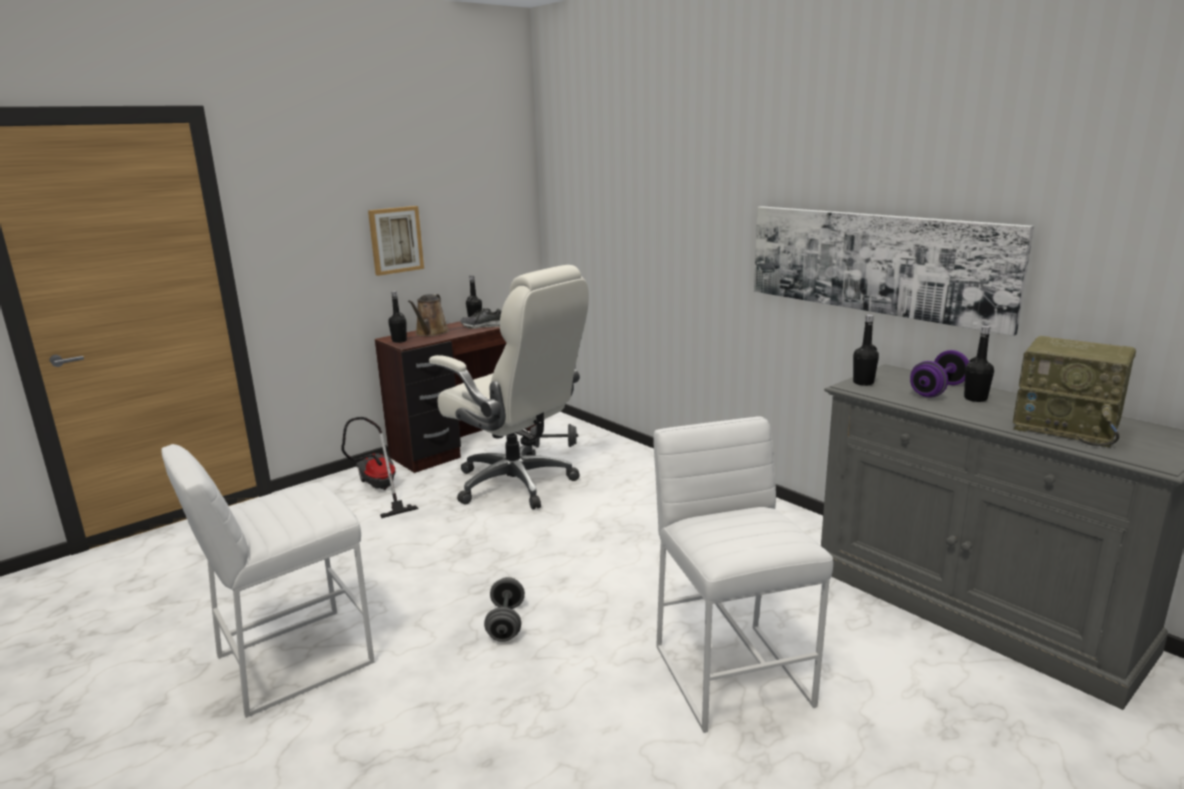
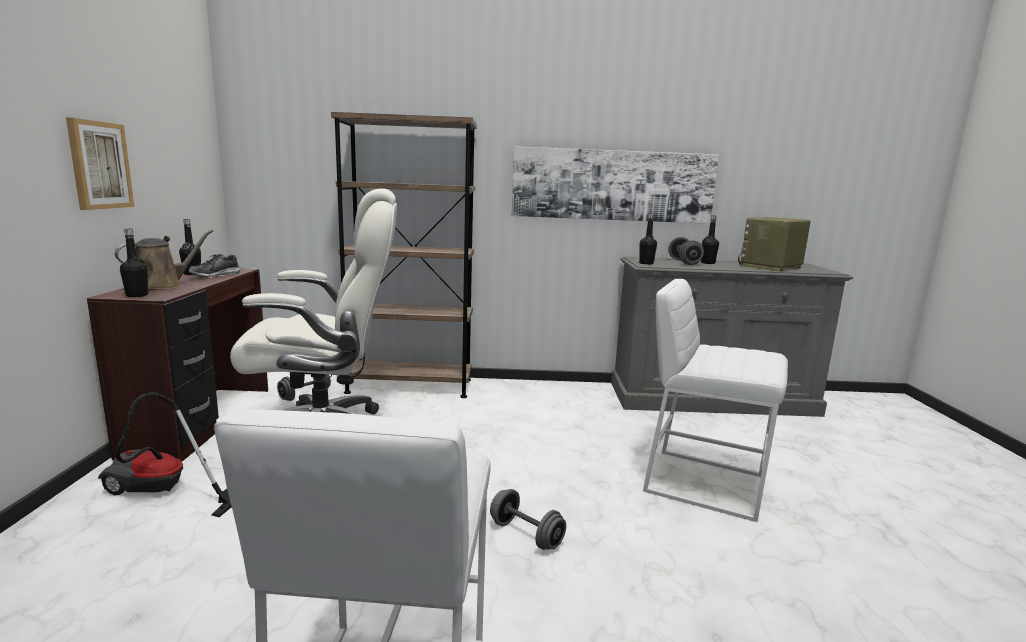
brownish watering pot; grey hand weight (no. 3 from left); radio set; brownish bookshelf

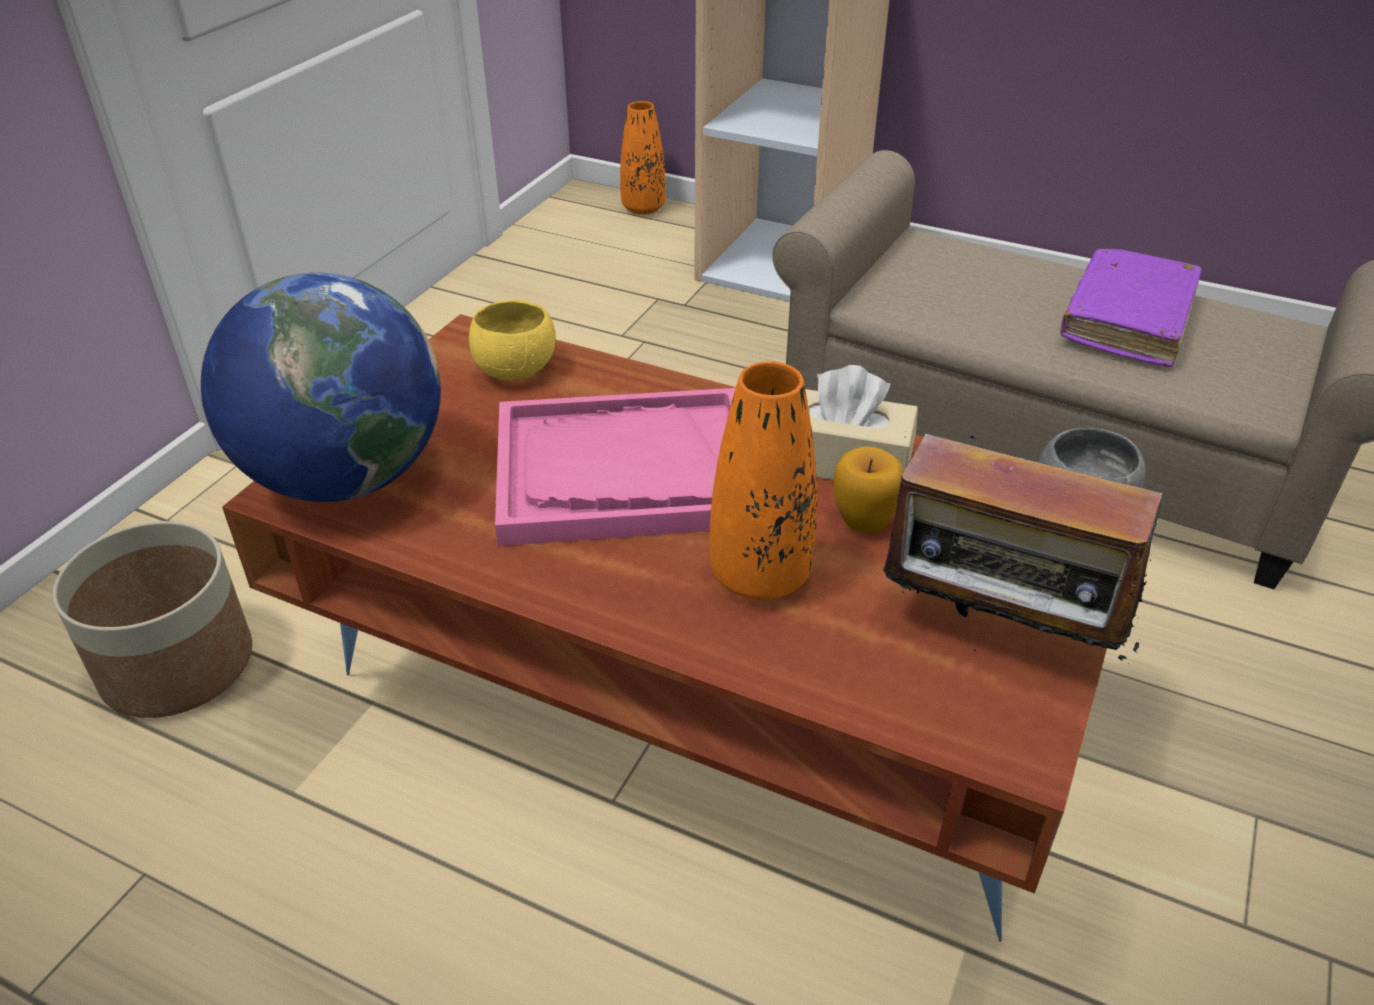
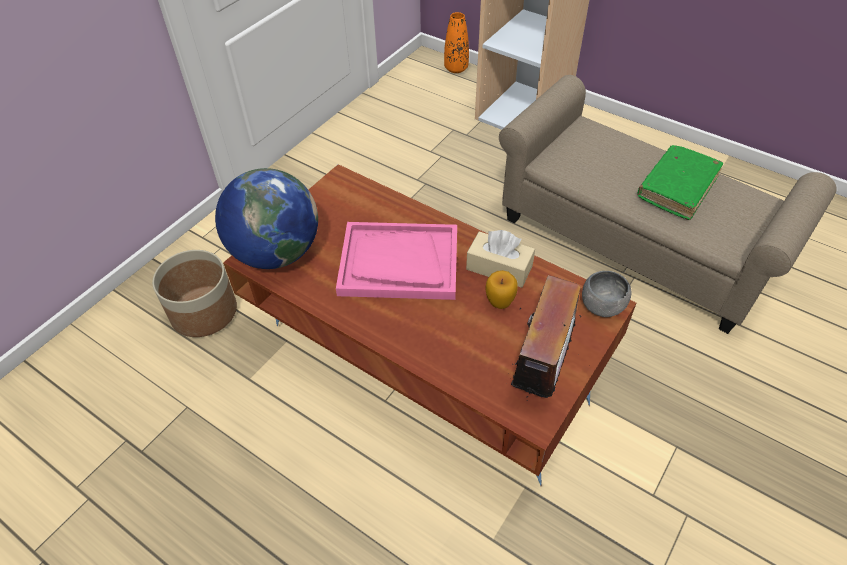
yellowish bowl; orange decorative vase (no. 2 from left in the first image); radio set; greenish bound book

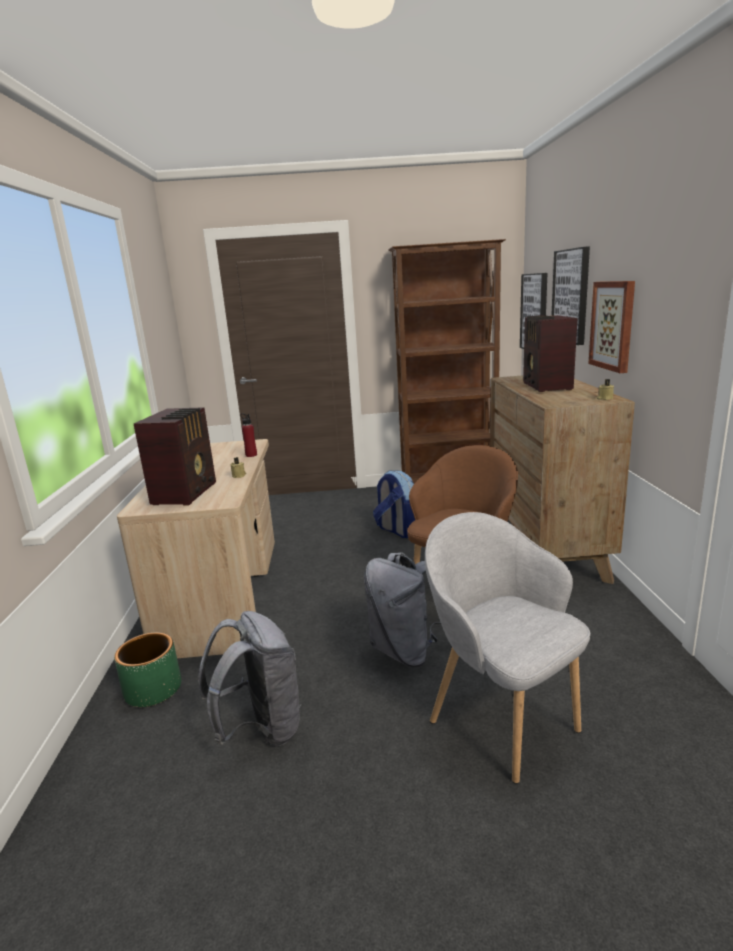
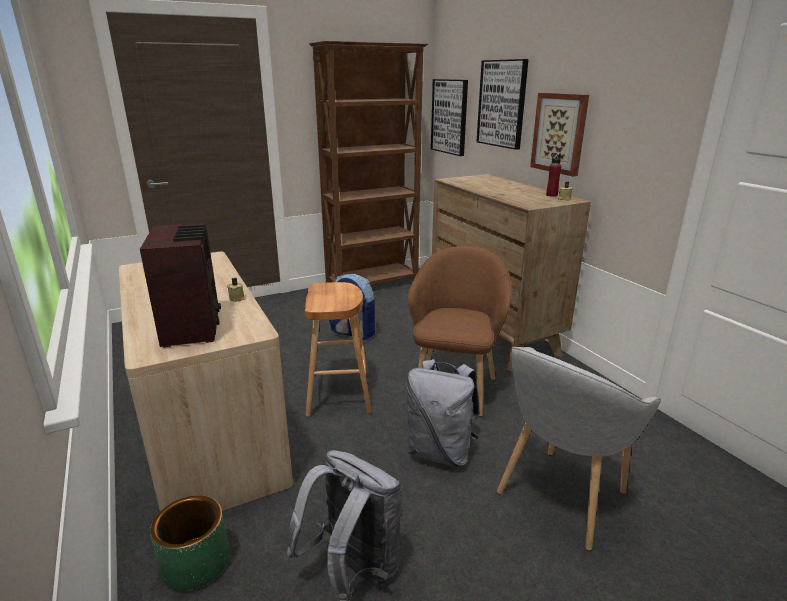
reddish drink bottle; grey easy chair; radio set (no. 2 from left in the first image); brownish sitting stool

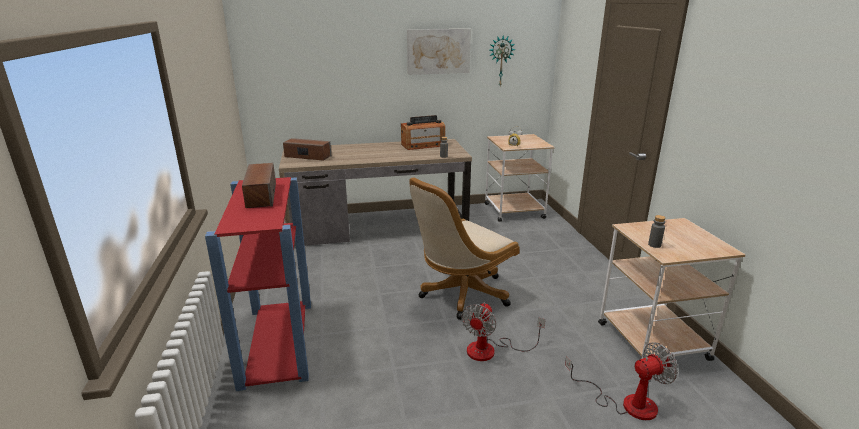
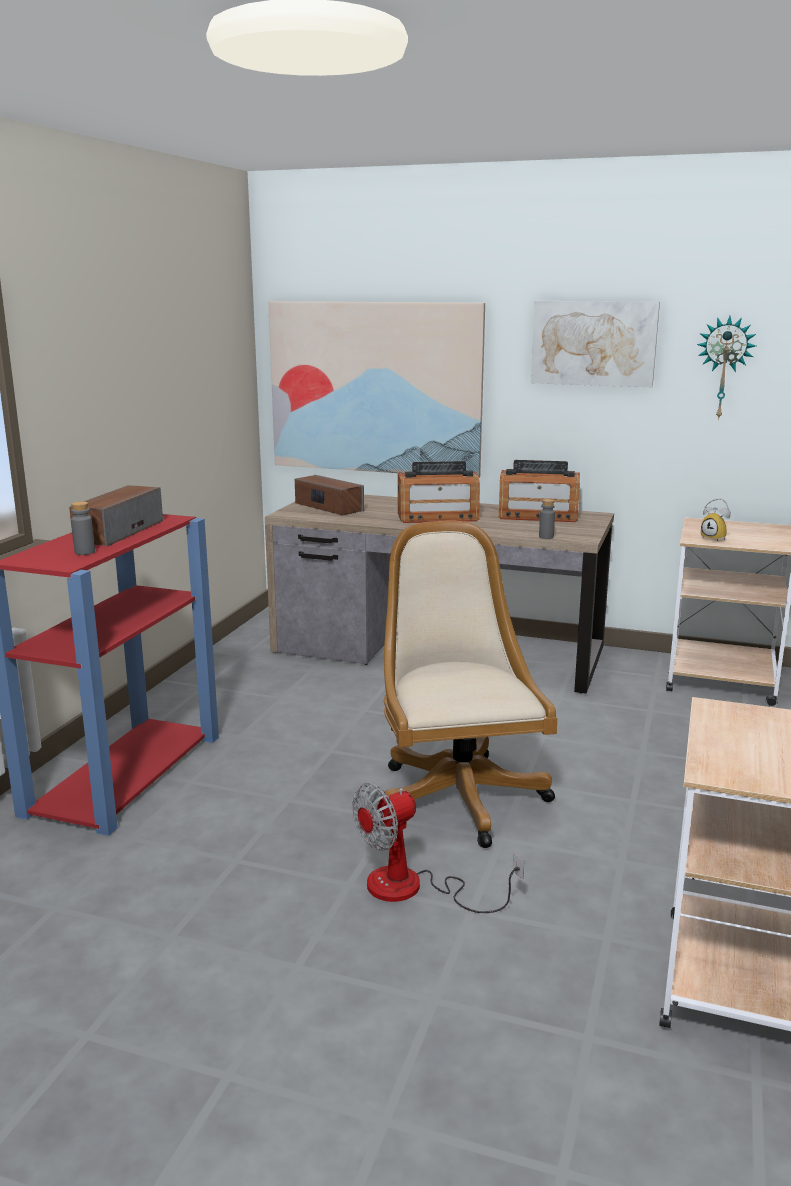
office chair; electric fan (no. 2 from left in the first image); grey drink bottle (no. 1 from left); wall picture (no. 1 from left); radio set (no. 1 from left)

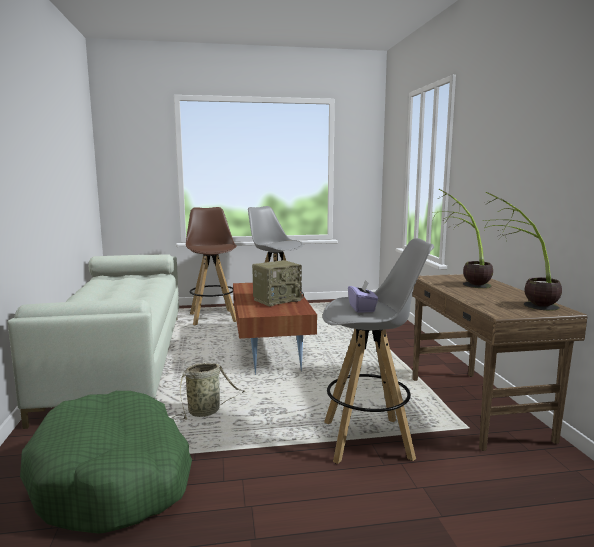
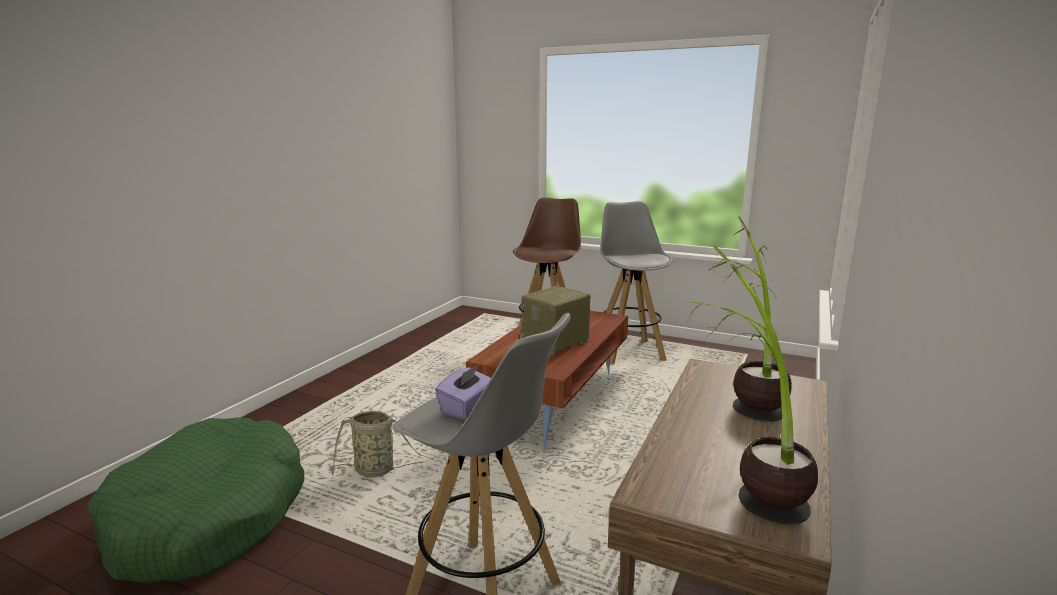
white-coloured sofa; radio set

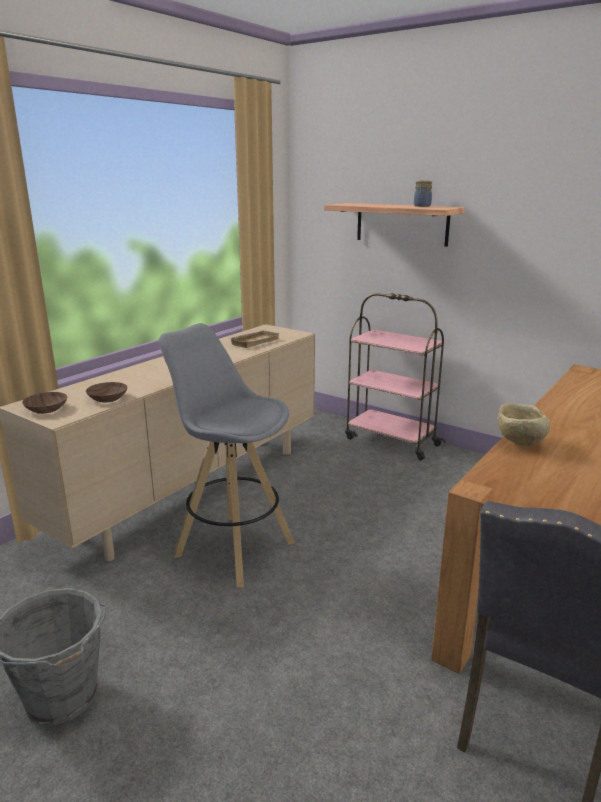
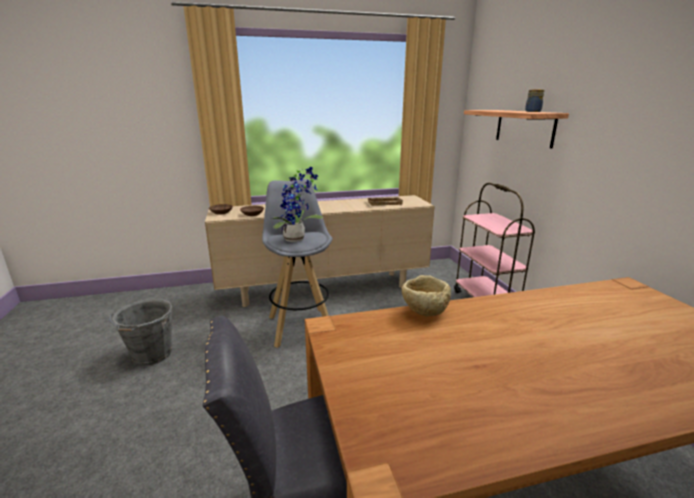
houseplant

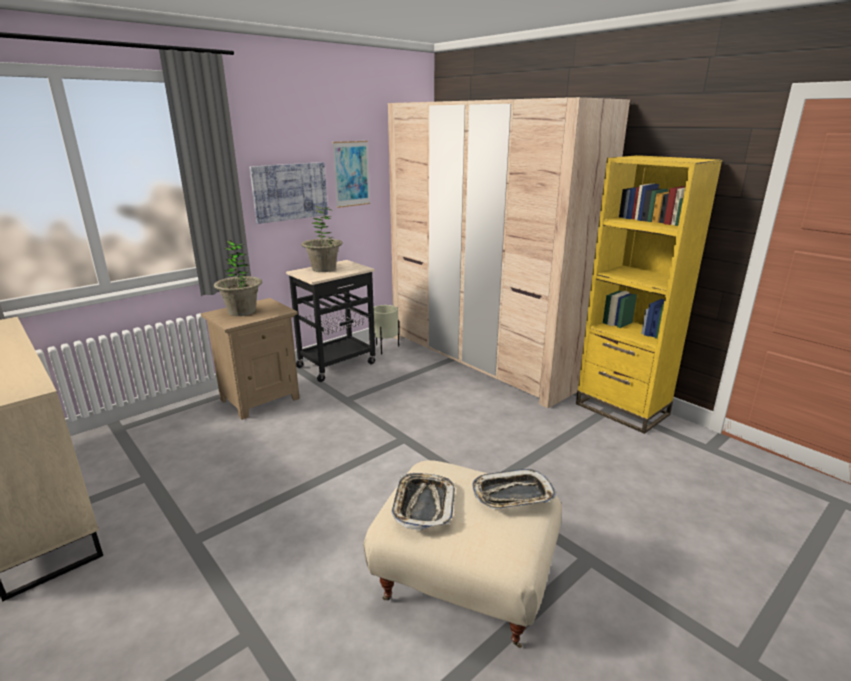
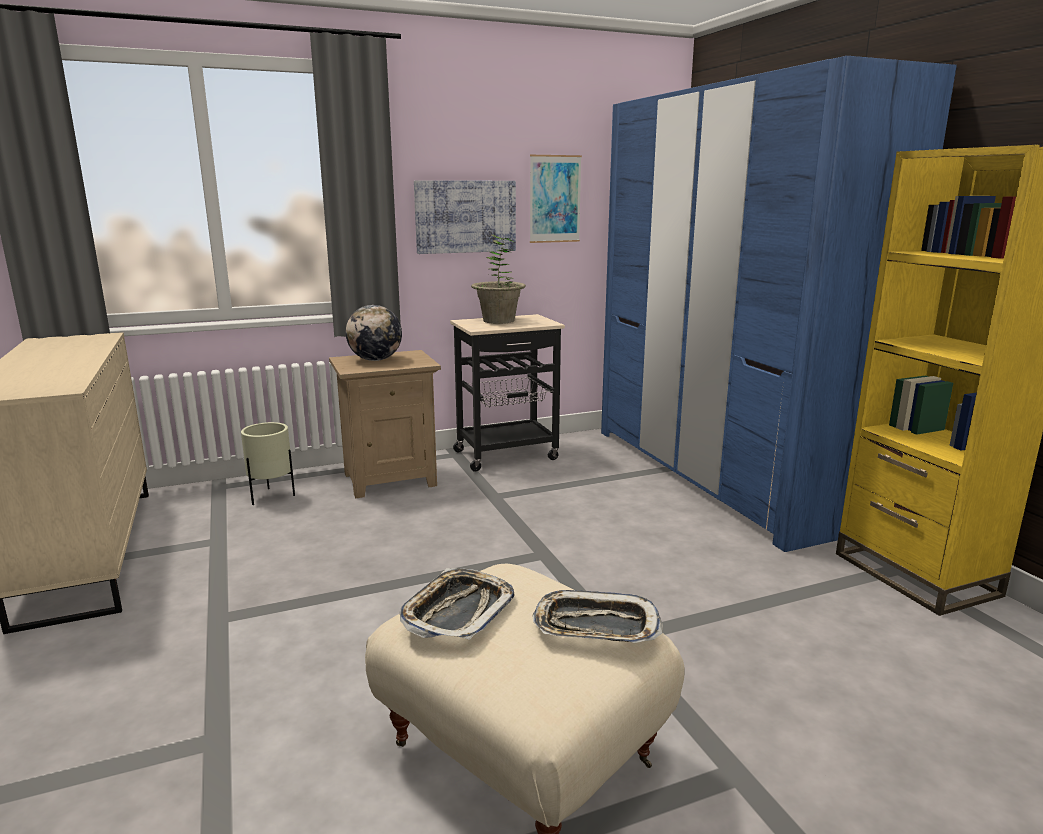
world globe; beige plant pot; blue-coloured clothes cupboard

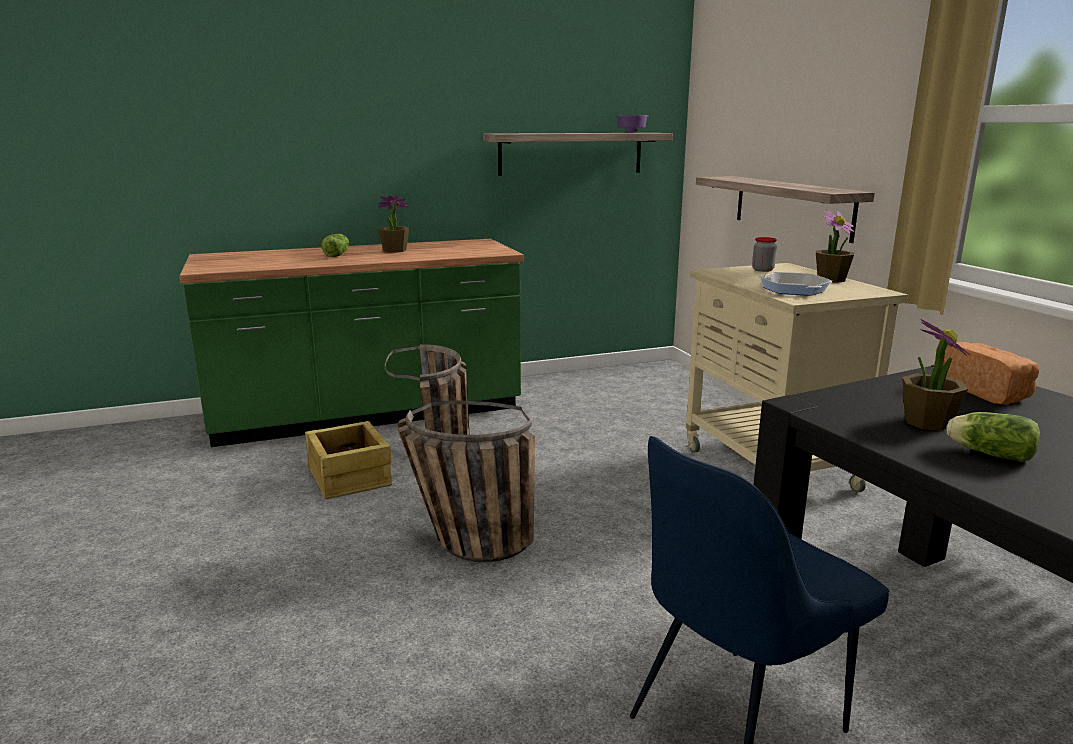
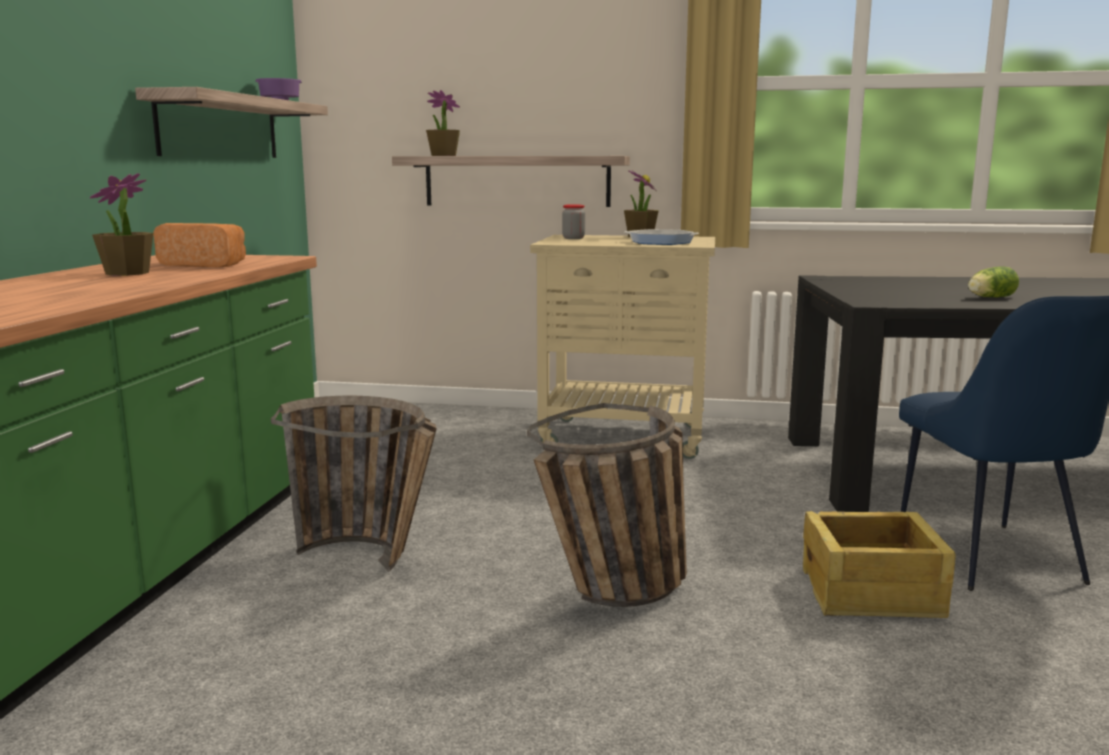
crate; head of lettuce (no. 1 from left in the first image); houseplant (no. 2 from left); bakery bread

